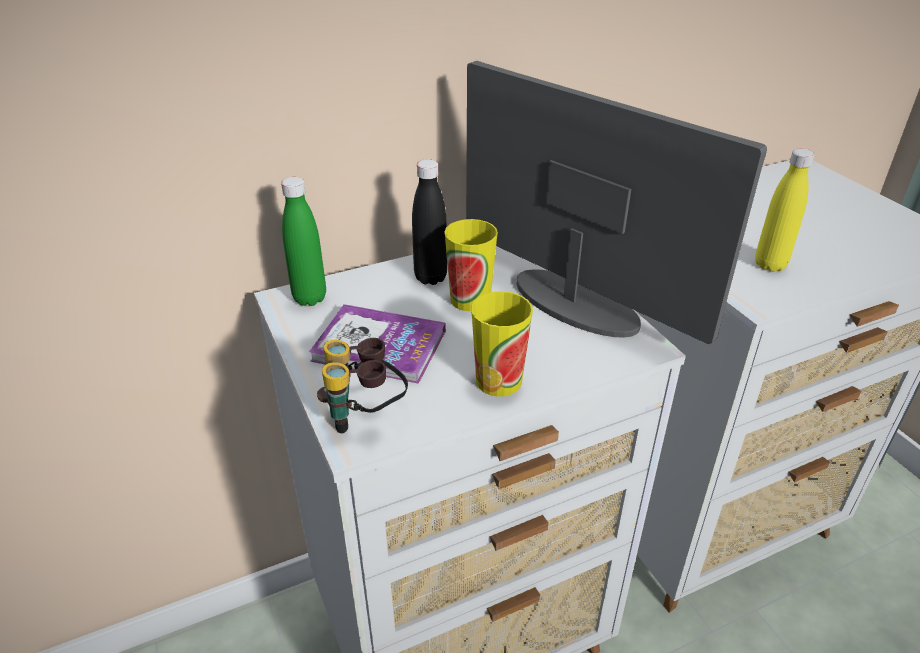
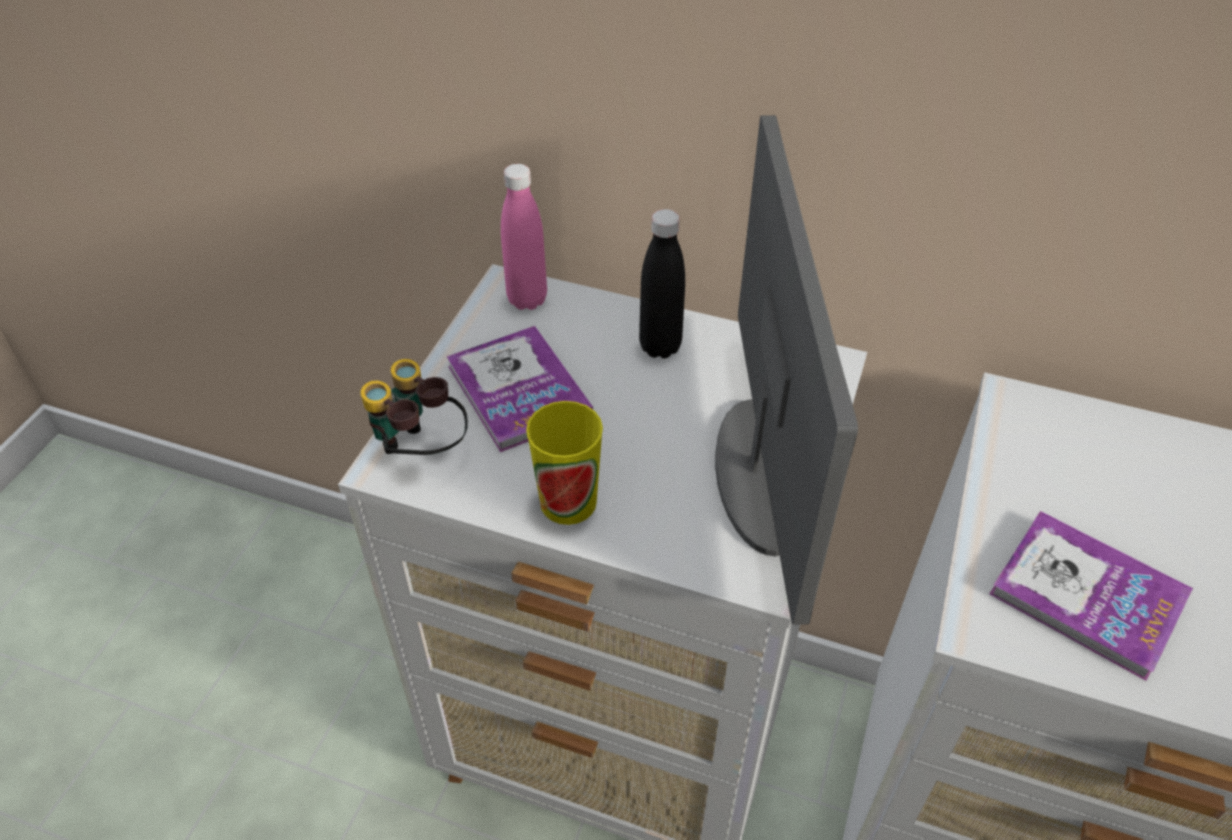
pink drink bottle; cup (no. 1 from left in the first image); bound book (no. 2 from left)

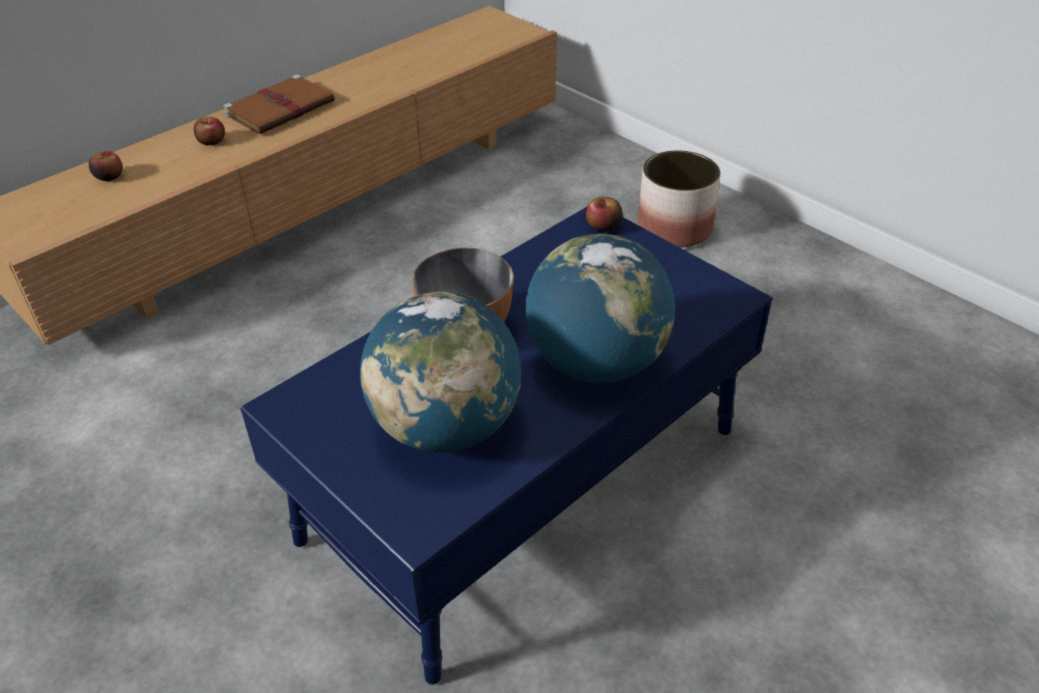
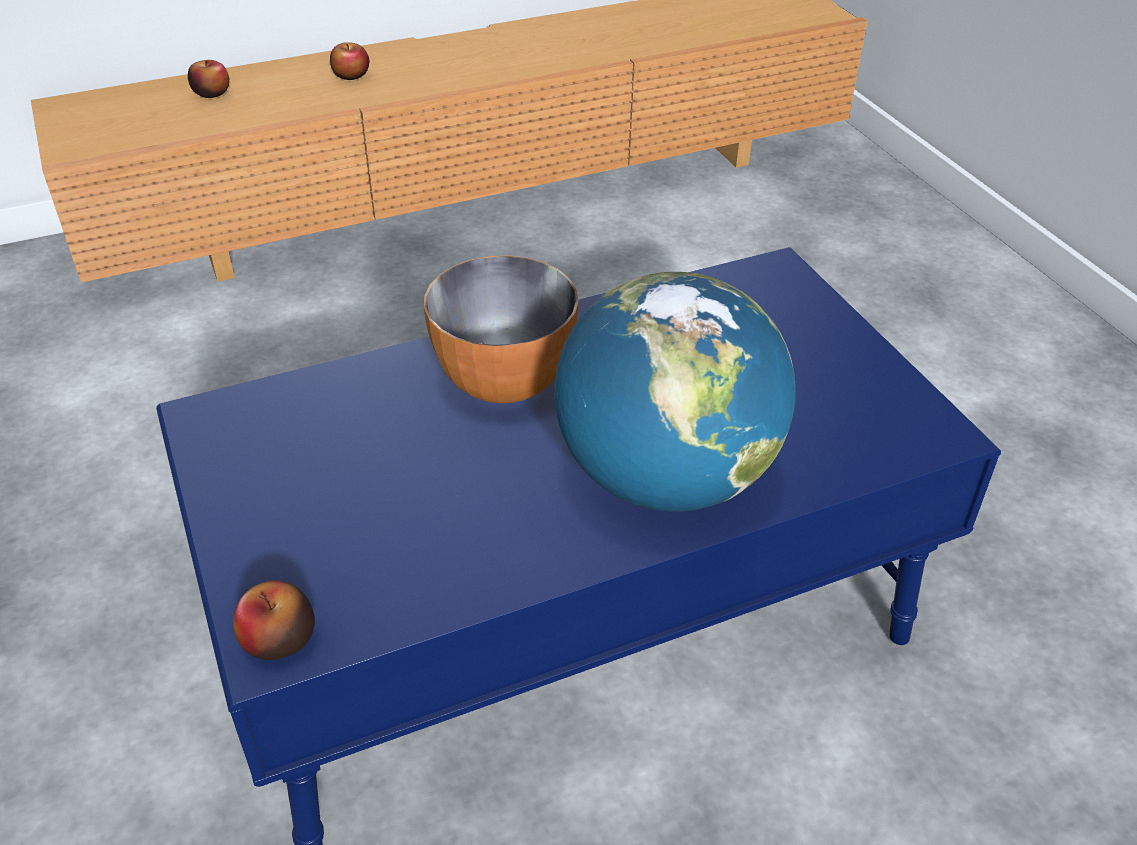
brownish bound book; world globe (no. 1 from left in the first image); apple fruit (no. 2 from left); plant pot

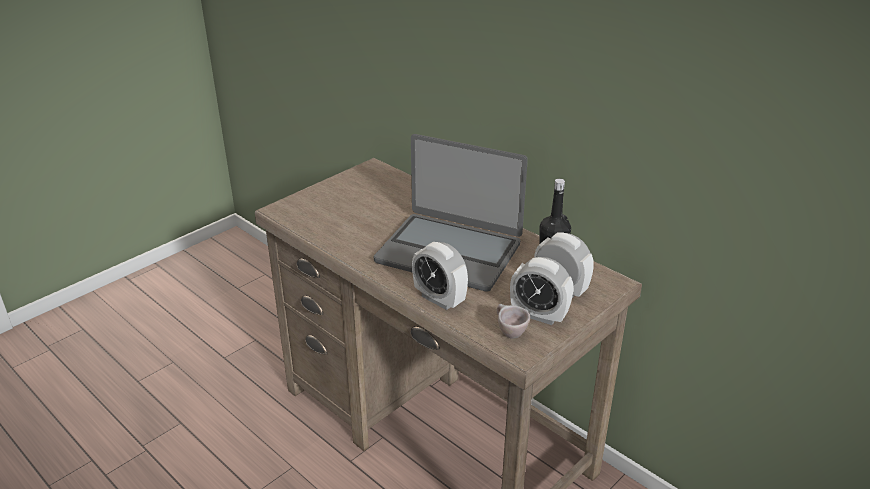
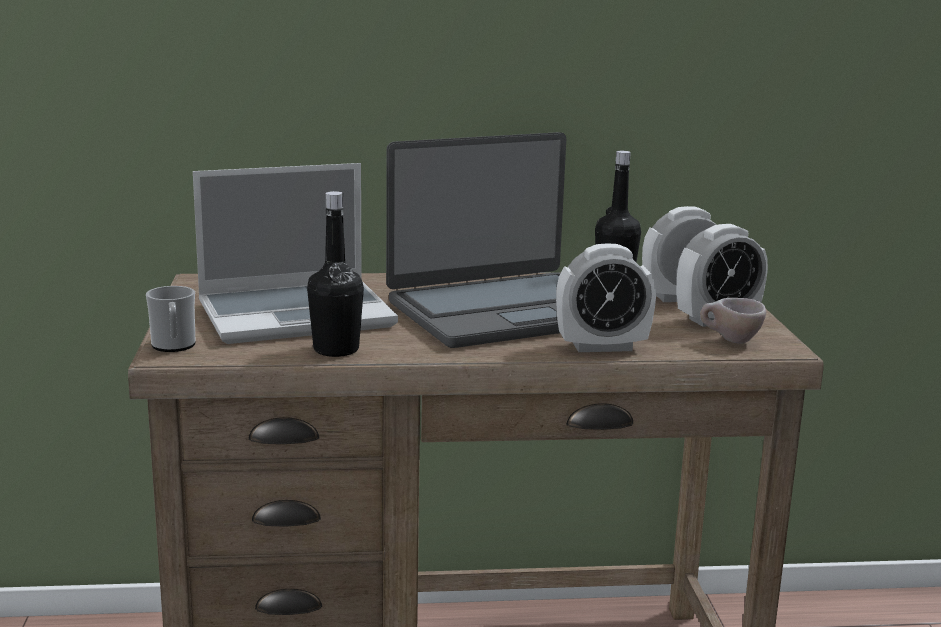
tea mug; notebook computer (no. 1 from left); blackish drink bottle (no. 1 from left)

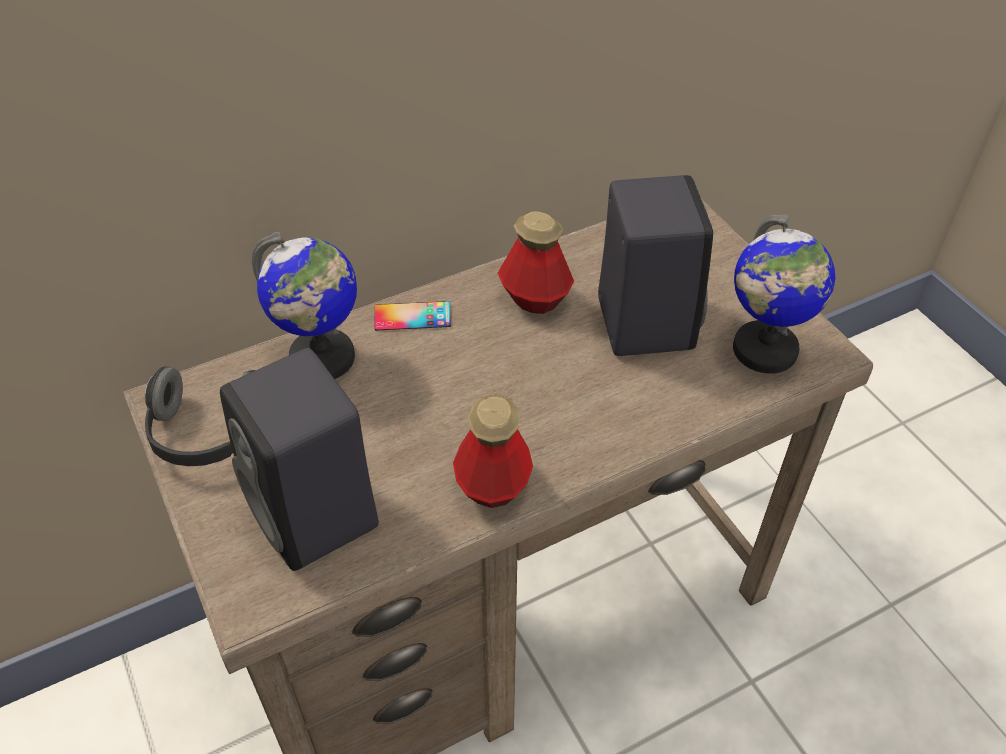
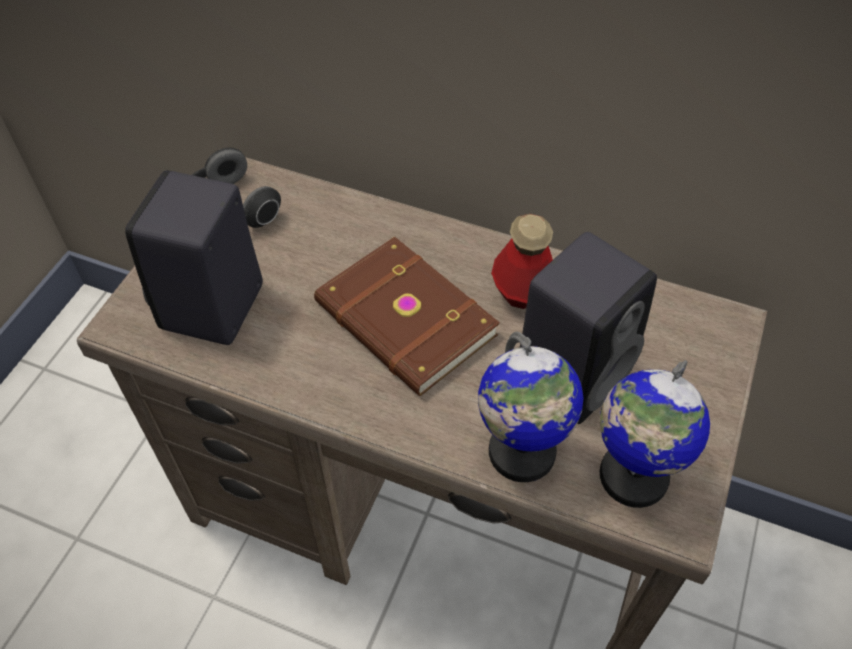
world globe (no. 1 from left); handset; drink bottle (no. 1 from left in the first image); brownish bound book

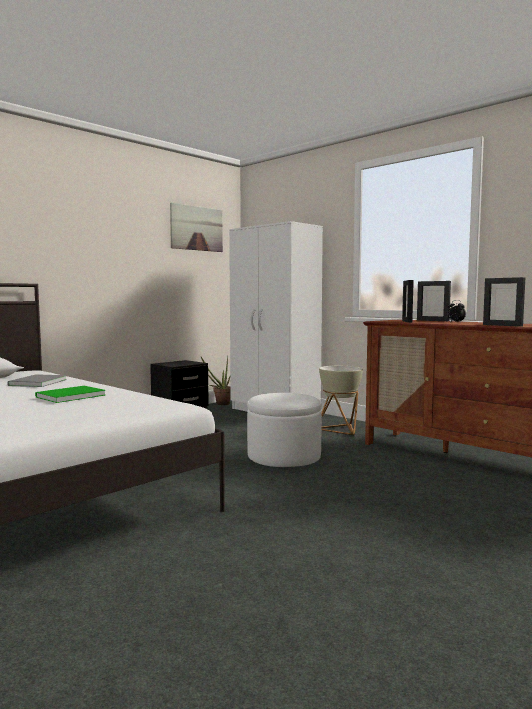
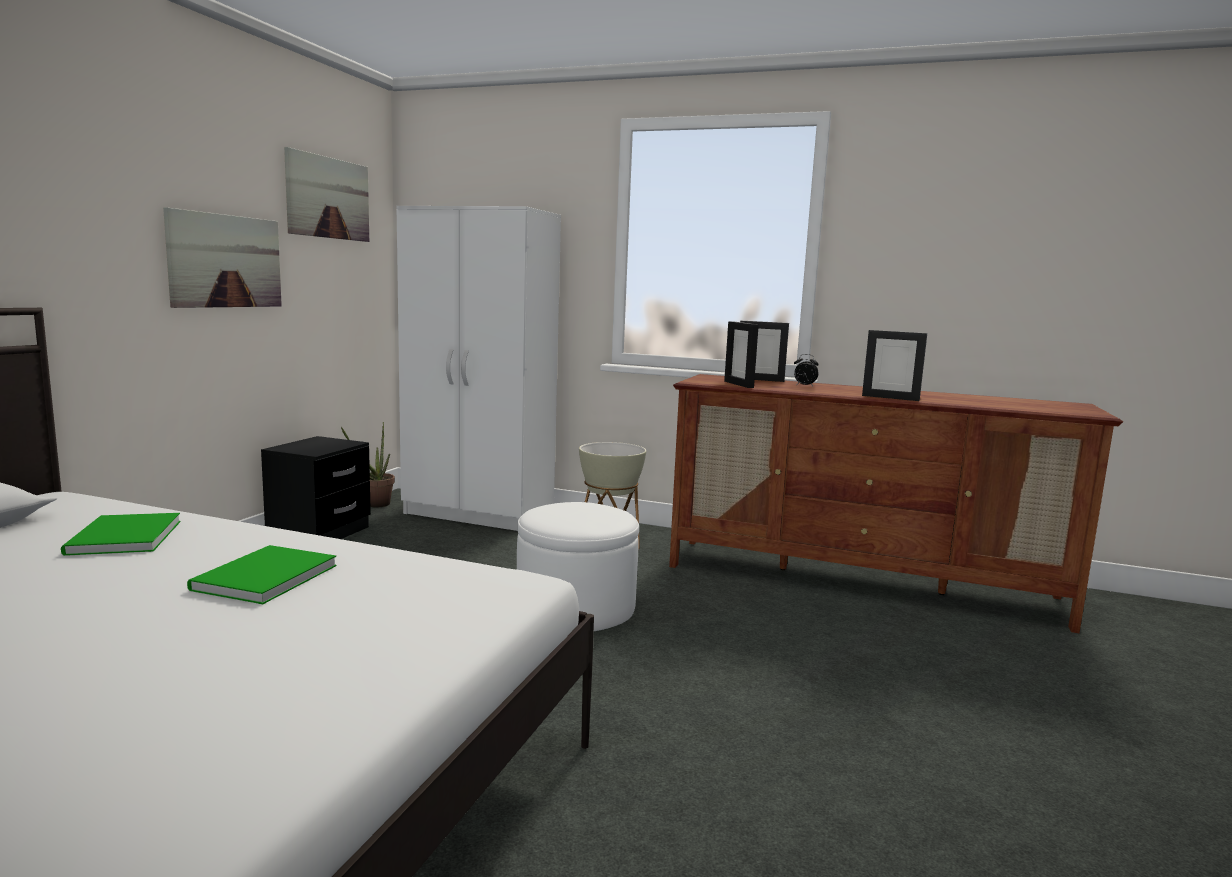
greenish bound book (no. 1 from left); wall picture (no. 1 from left)

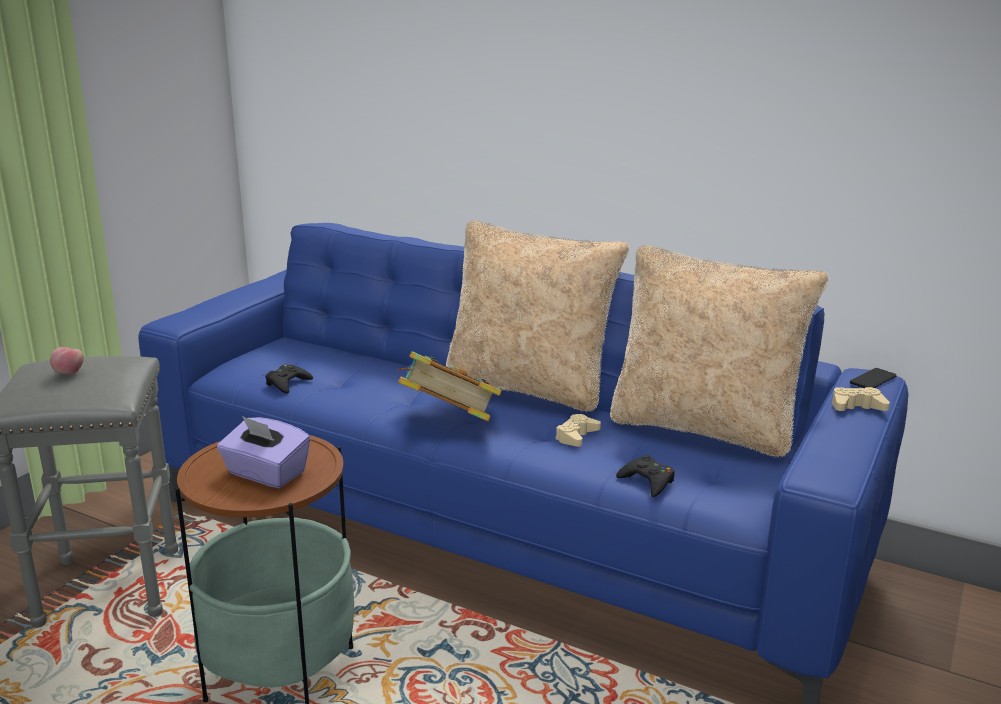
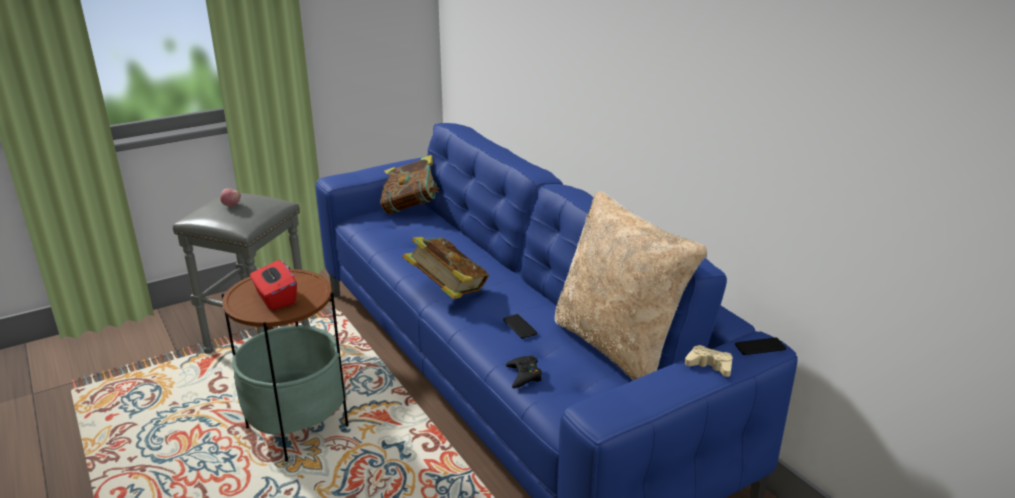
reddish tissue holder; blackish game controller (no. 1 from left in the first image); beige cushion (no. 1 from left in the first image); handset (no. 1 from left); bound book (no. 1 from left)

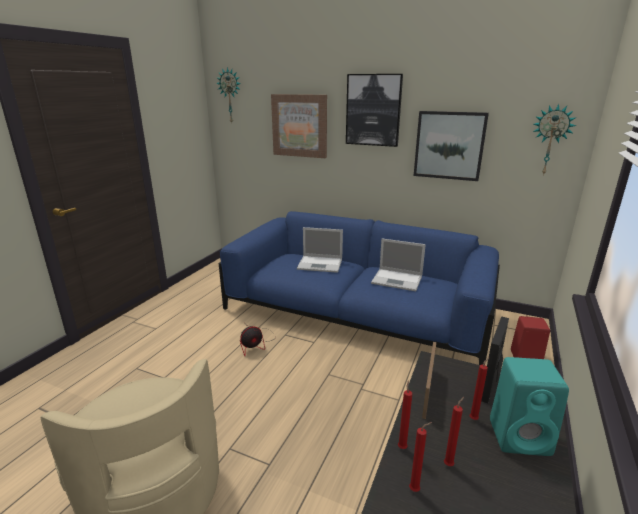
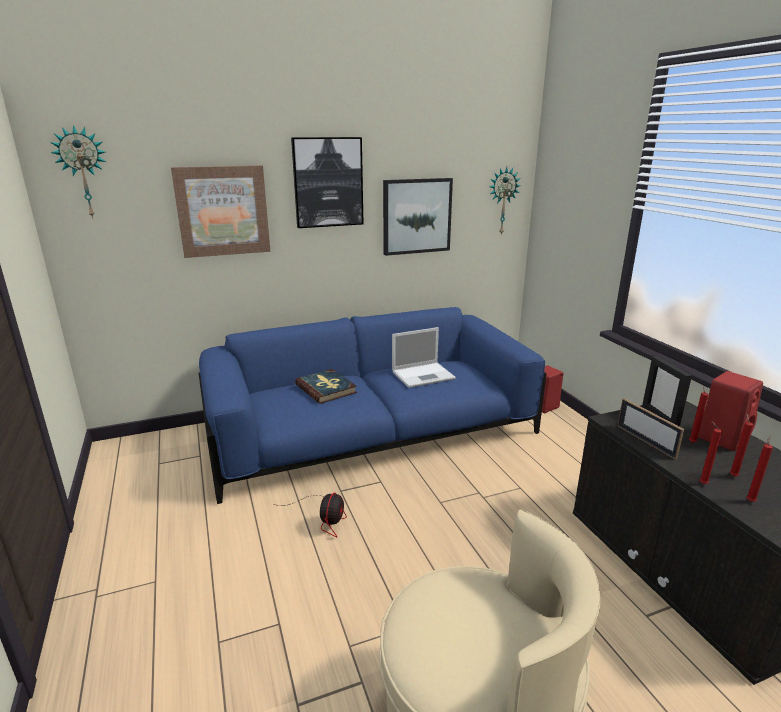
bound book; reddish loudspeaker (no. 2 from left)

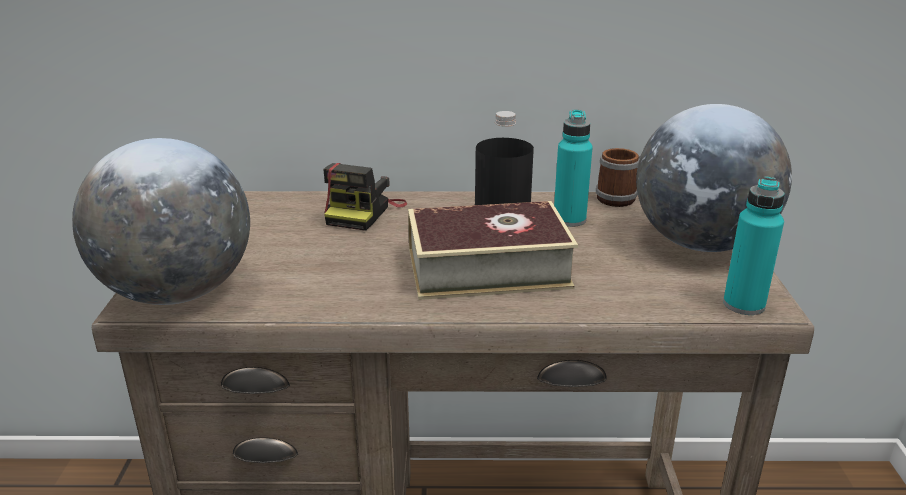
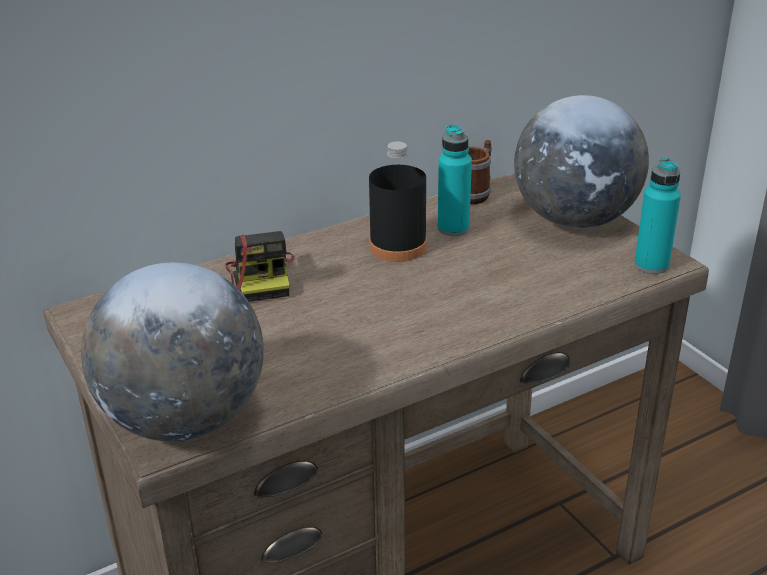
bound book

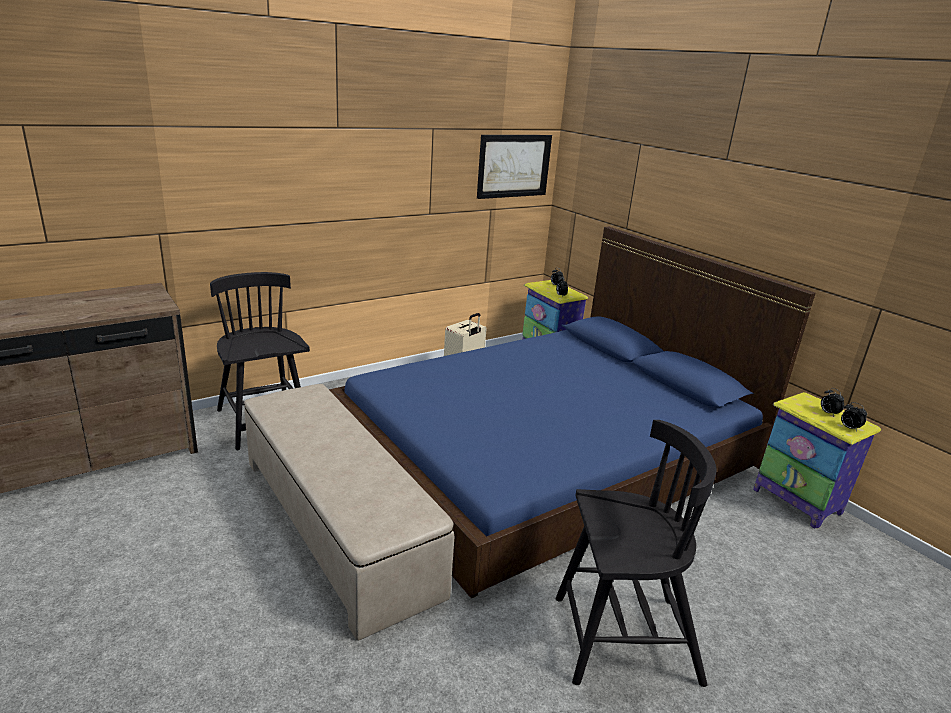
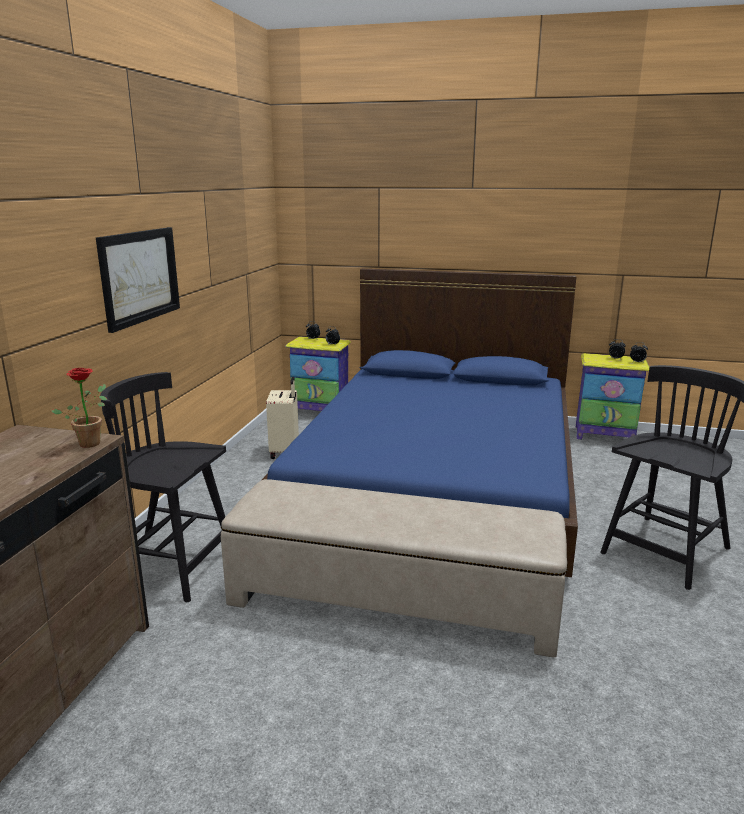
wall picture; houseplant

